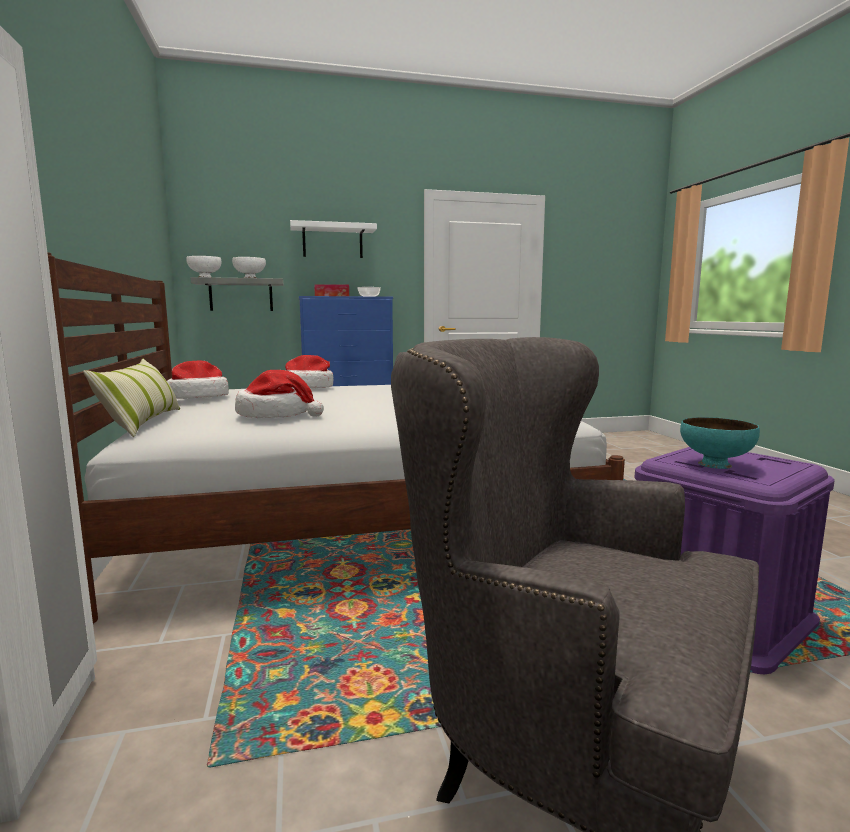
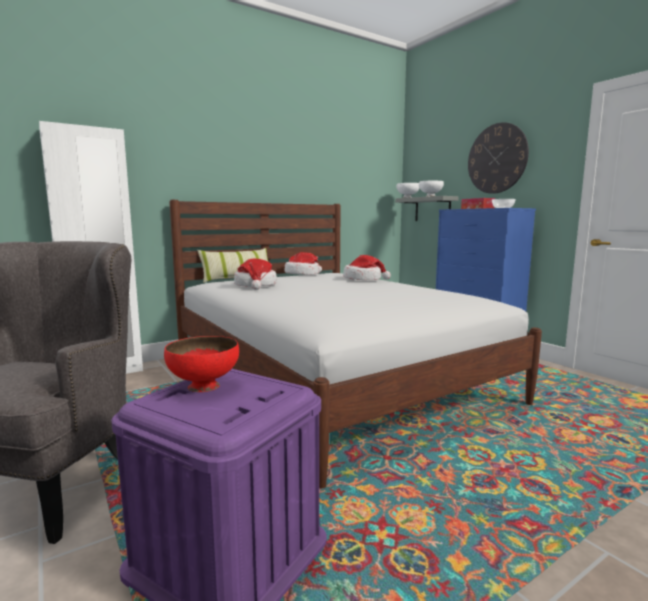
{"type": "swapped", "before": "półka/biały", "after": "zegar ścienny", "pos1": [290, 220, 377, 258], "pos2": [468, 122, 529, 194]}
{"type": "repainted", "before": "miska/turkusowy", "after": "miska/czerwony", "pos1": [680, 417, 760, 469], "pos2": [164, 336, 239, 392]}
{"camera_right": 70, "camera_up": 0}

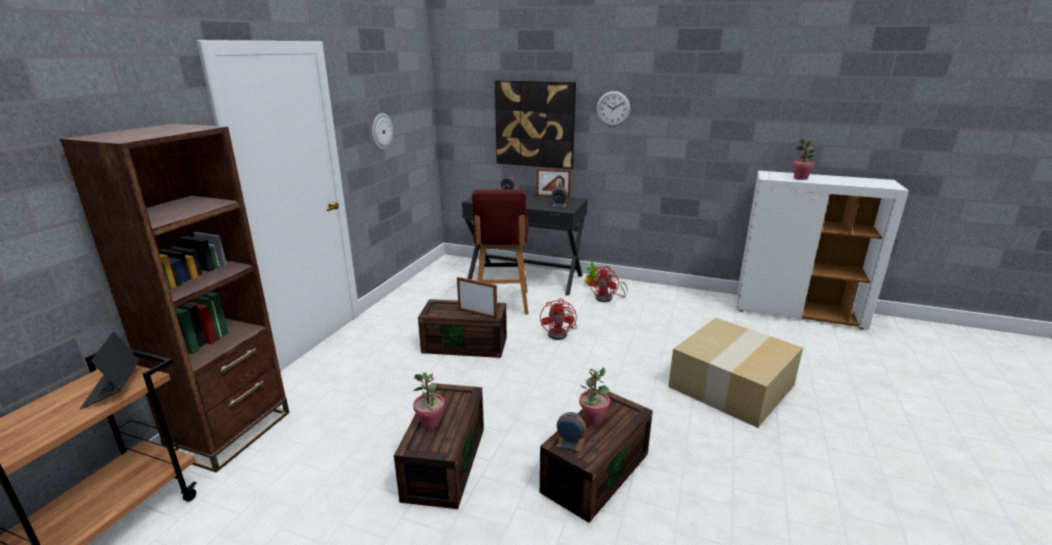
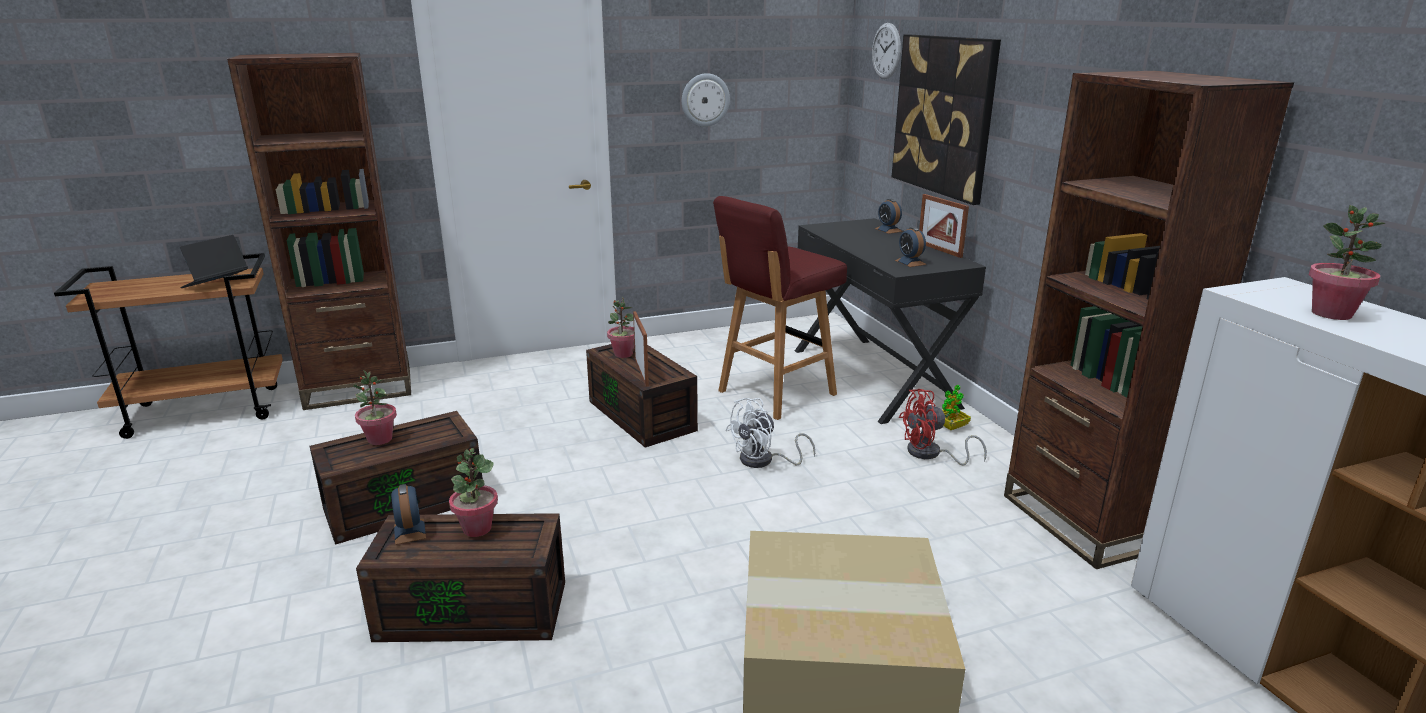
{"type": "shifted", "before": "zegar ścienny", "pos1": [596, 91, 630, 127], "pos2": [872, 23, 901, 79]}
{"type": "repainted", "before": "wentylator/czerwony", "after": "wentylator/biały", "pos1": [540, 298, 577, 340], "pos2": [725, 398, 815, 468]}
{"type": "new", "after": "regał/brązowy", "pos2": [1004, 71, 1294, 569]}
{"type": "new", "after": "roślina doniczkowa", "pos2": [607, 297, 634, 358]}
{"camera_right": 50, "camera_up": 0}

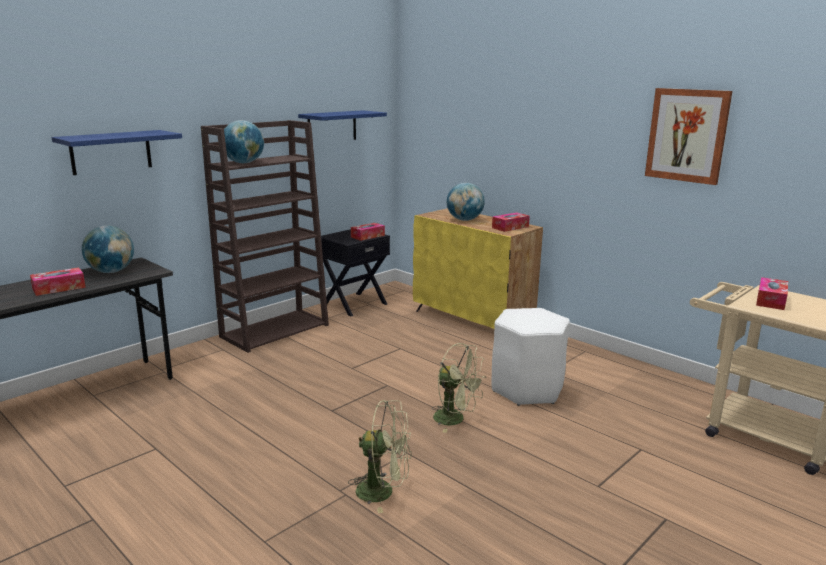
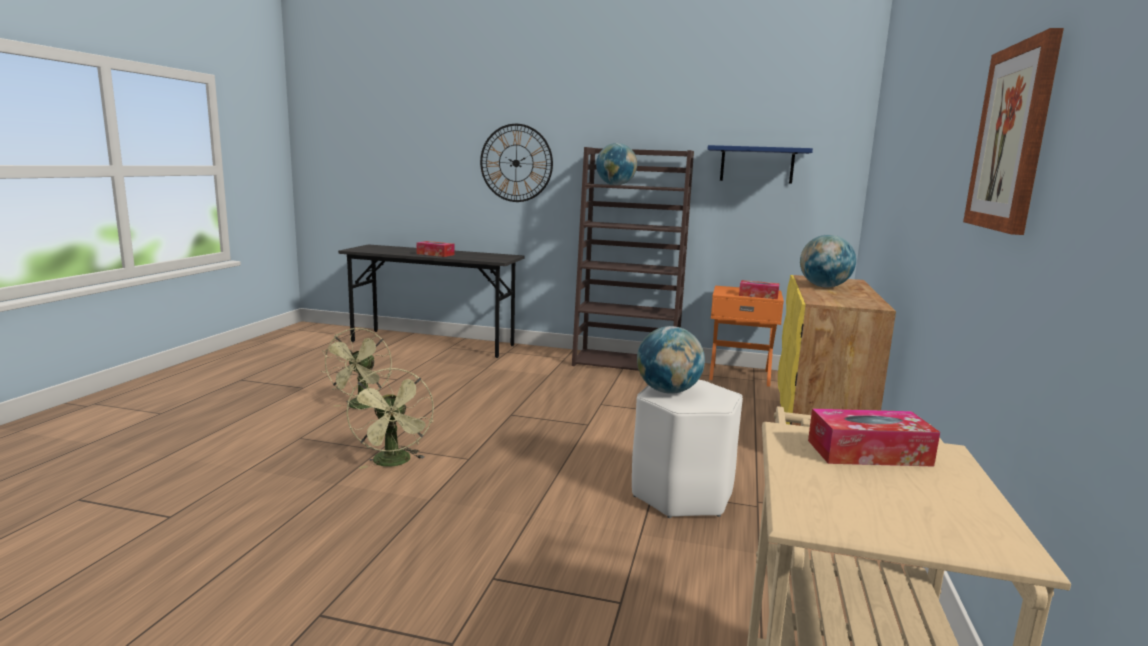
{"type": "swapped", "before": "półka/niebieski", "after": "zegar ścienny", "pos1": [52, 130, 182, 175], "pos2": [480, 124, 553, 202]}
{"type": "gone", "before": "pudełko chusteczek", "pos1": [492, 212, 530, 232]}
{"type": "shifted", "before": "globus", "pos1": [82, 225, 134, 273], "pos2": [637, 326, 705, 394]}
{"type": "repainted", "before": "szafka nocna/czarny", "after": "szafka nocna/pomarańczowy", "pos1": [321, 229, 390, 316], "pos2": [709, 286, 784, 387]}
{"type": "shifted", "before": "wentylator/zielony", "pos1": [432, 343, 486, 433], "pos2": [321, 328, 392, 409]}
{"camera_right": 60, "camera_up": -5}

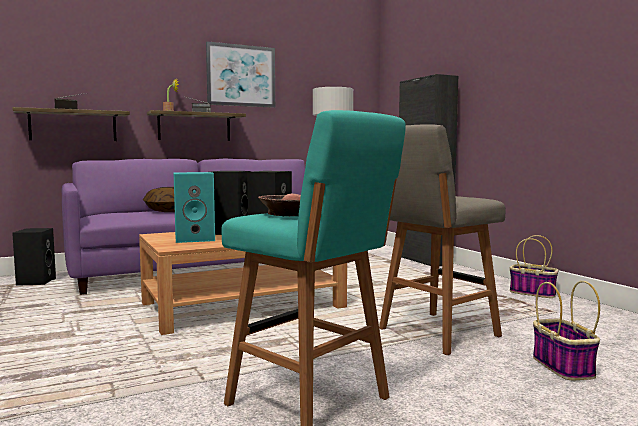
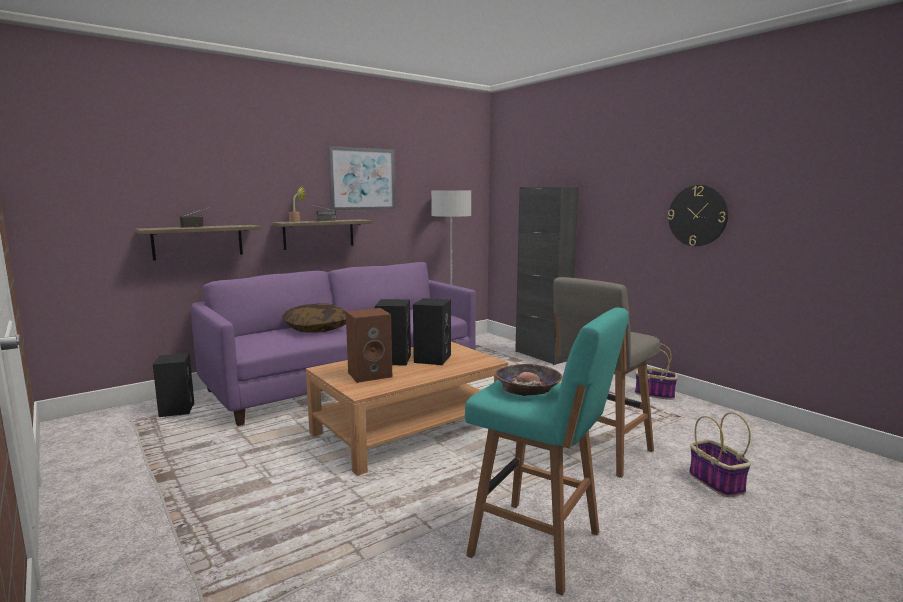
{"type": "repainted", "before": "głośnik/turkusowy", "after": "głośnik/brązowy", "pos1": [173, 172, 215, 243], "pos2": [346, 308, 392, 383]}
{"type": "new", "after": "zegar ścienny", "pos2": [668, 185, 728, 246]}
{"camera_right": -10, "camera_up": 5}

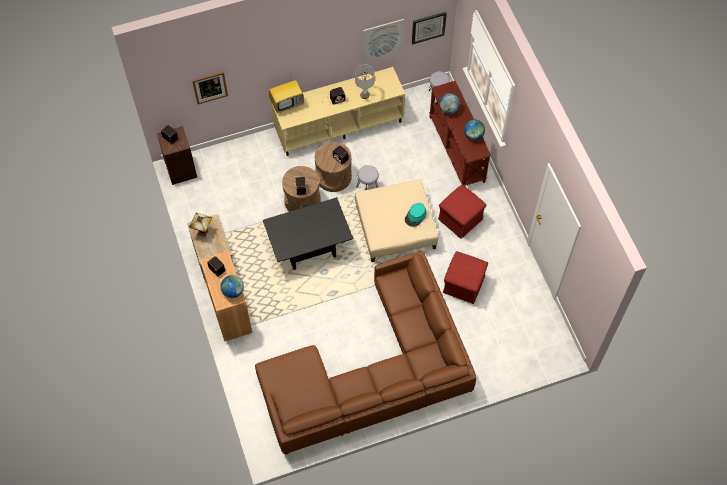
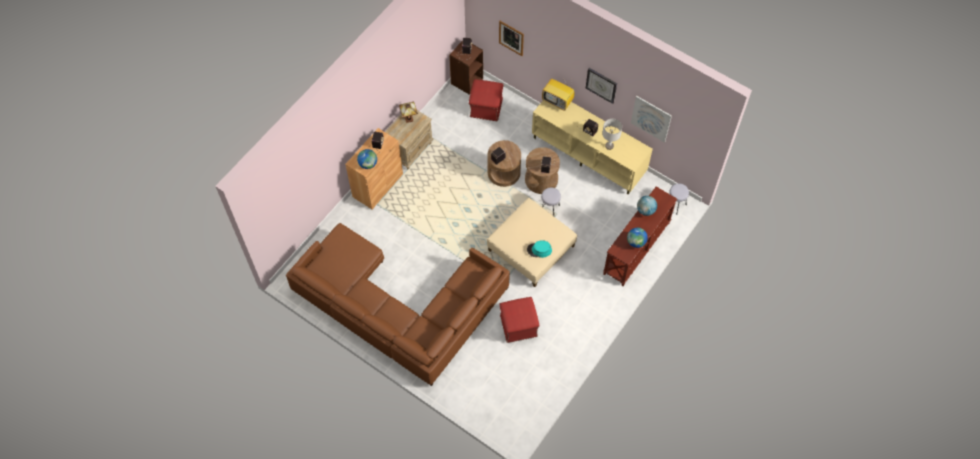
{"type": "shifted", "before": "zegar ścienny", "pos1": [412, 12, 447, 44], "pos2": [586, 68, 617, 104]}
{"type": "shifted", "before": "pufa/czerwony", "pos1": [438, 185, 486, 239], "pos2": [469, 79, 503, 121]}
{"type": "gone", "before": "ława/czarny", "pos1": [263, 197, 353, 270]}
{"camera_right": 55, "camera_up": 0}

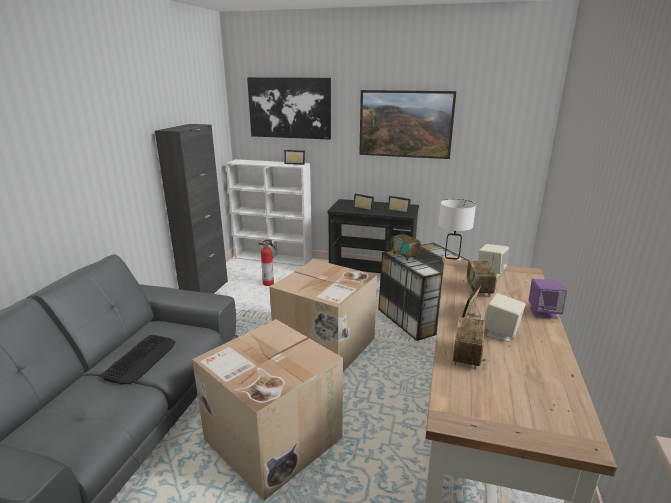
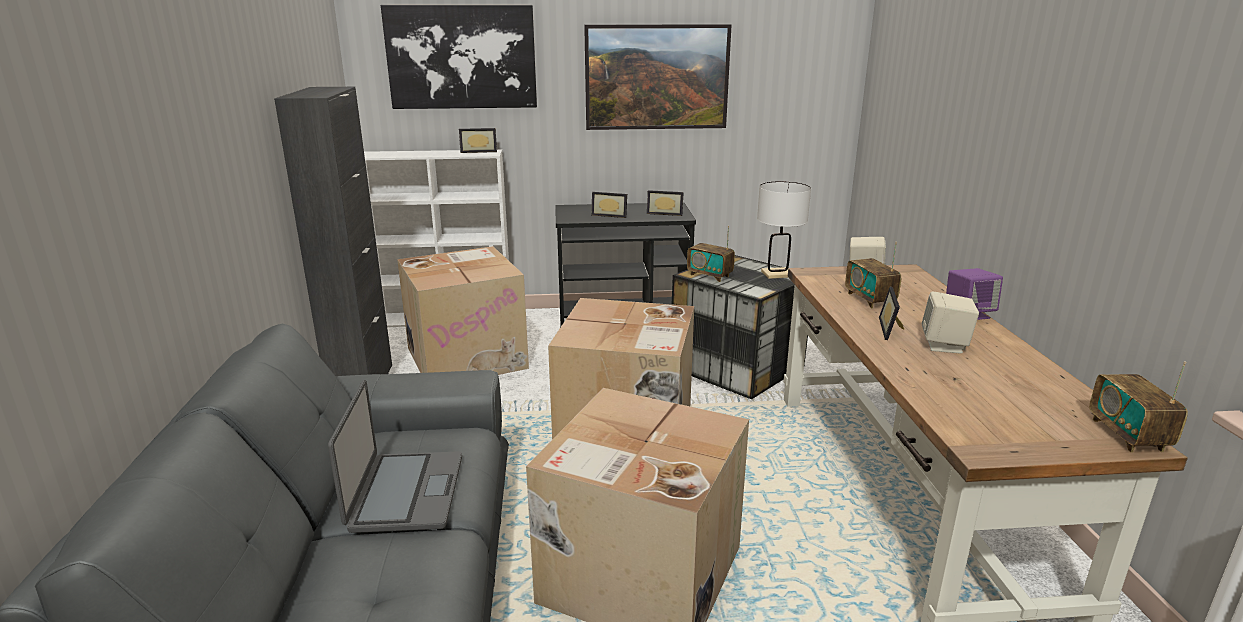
{"type": "swapped", "before": "gaśnica", "after": "karton", "pos1": [259, 240, 275, 286], "pos2": [397, 246, 529, 375]}
{"type": "shifted", "before": "radio", "pos1": [453, 314, 485, 370], "pos2": [1089, 361, 1188, 453]}
{"type": "swapped", "before": "klawiatura", "after": "laptop", "pos1": [102, 335, 176, 384], "pos2": [328, 380, 462, 533]}
{"camera_right": -20, "camera_up": 0}

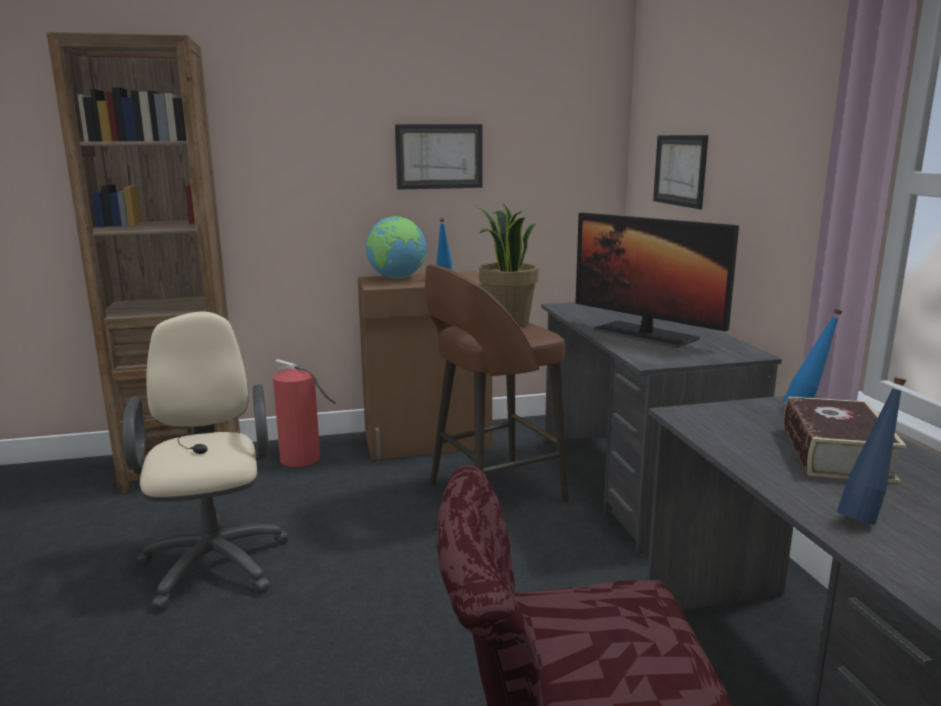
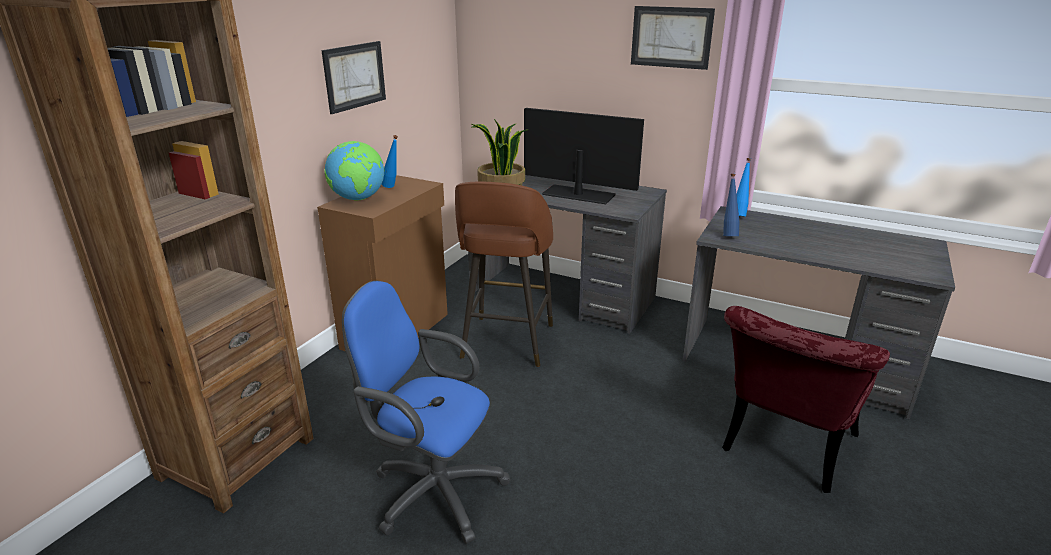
{"type": "shifted", "before": "obraz", "pos1": [653, 135, 708, 209], "pos2": [631, 6, 715, 70]}
{"type": "rotated", "before": "monitor", "pos1": [575, 213, 739, 348], "pos2": [524, 108, 644, 204], "turn": -150}
{"type": "repainted", "before": "krzesło biurowe/beżowy", "after": "krzesło biurowe/niebieski", "pos1": [122, 312, 289, 610], "pos2": [342, 280, 510, 544]}
{"type": "gone", "before": "gaśnica", "pos1": [273, 359, 336, 467]}
{"type": "shifted", "before": "butelka/niebieski", "pos1": [837, 377, 906, 525], "pos2": [723, 174, 739, 236]}
{"type": "gone", "before": "książka", "pos1": [784, 397, 907, 483]}
{"camera_right": -50, "camera_up": 10}

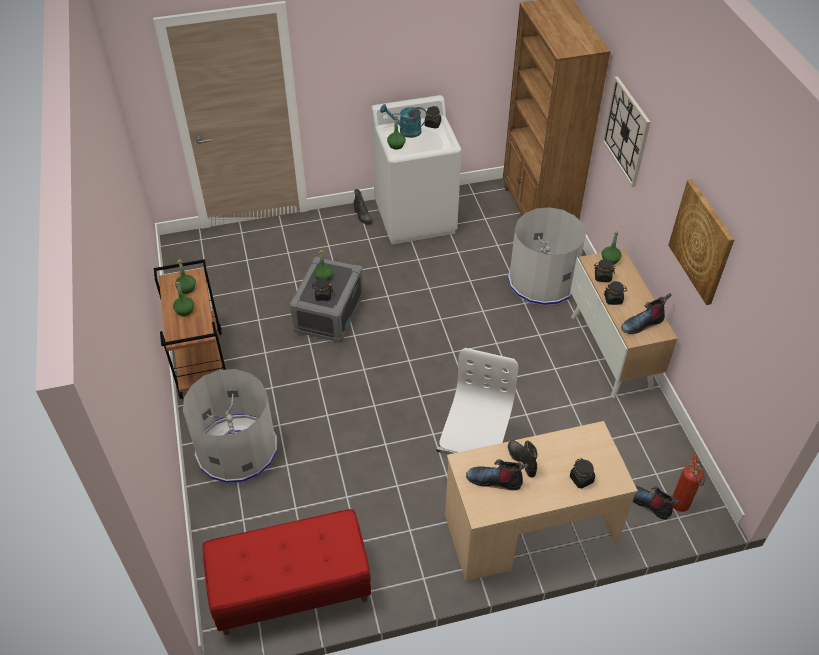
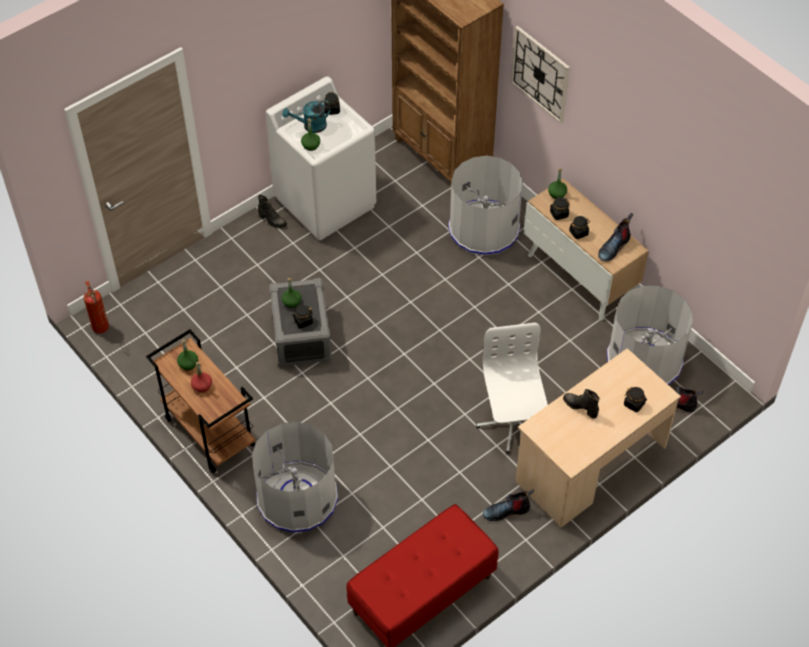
{"type": "gone", "before": "obraz", "pos1": [668, 180, 735, 305]}
{"type": "repainted", "before": "butelka/zielony", "after": "butelka/czerwony", "pos1": [173, 282, 194, 316], "pos2": [191, 362, 212, 393]}
{"type": "shifted", "before": "gaśnica", "pos1": [672, 454, 705, 512], "pos2": [84, 281, 109, 333]}
{"type": "shifted", "before": "but z cholewką", "pos1": [466, 459, 529, 490], "pos2": [483, 490, 534, 521]}
{"type": "new", "after": "kosz na śmieci/szary", "pos2": [607, 285, 693, 385]}
{"camera_right": -25, "camera_up": 5}

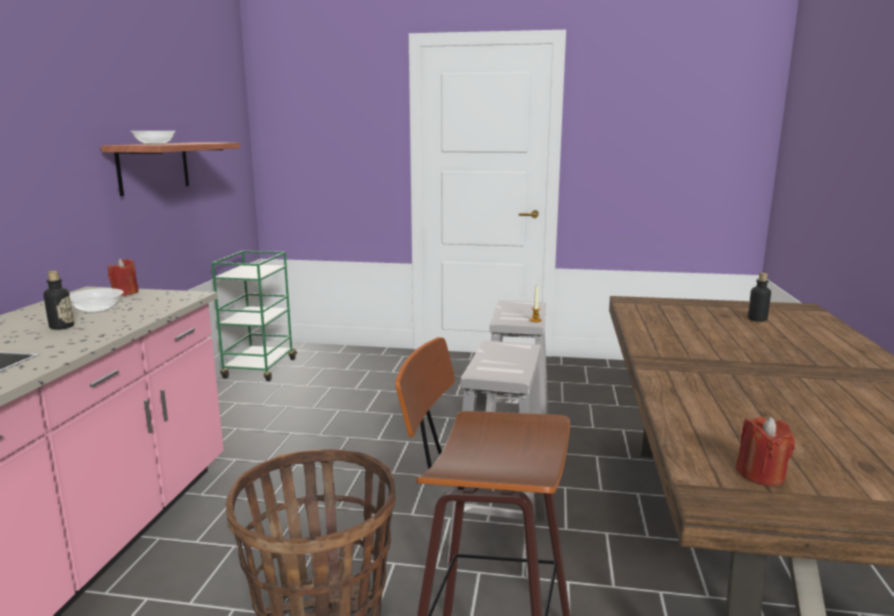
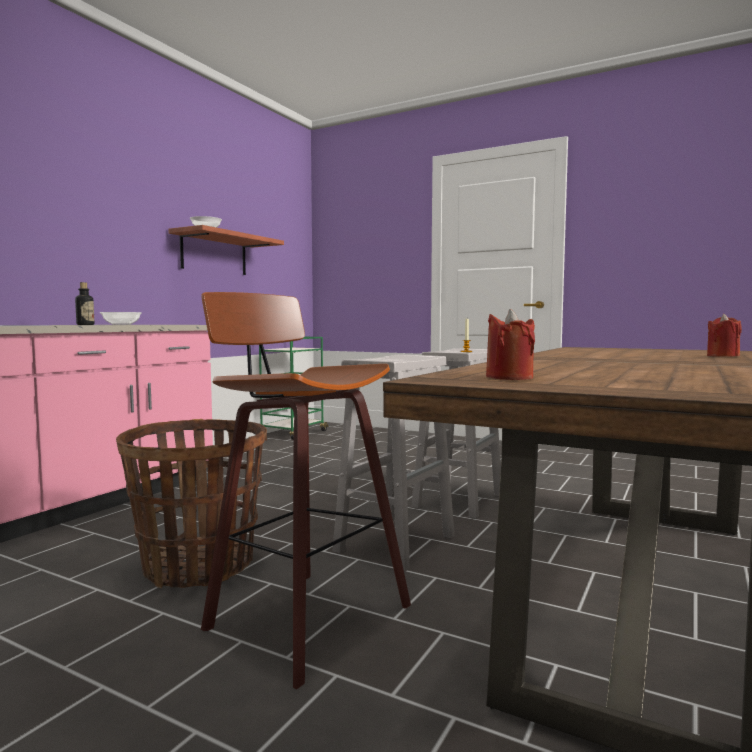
{"type": "shifted", "before": "świeca/czerwony", "pos1": [108, 259, 139, 296], "pos2": [707, 314, 742, 357]}
{"type": "gone", "before": "butelka", "pos1": [748, 273, 771, 322]}
{"camera_right": 20, "camera_up": -10}

